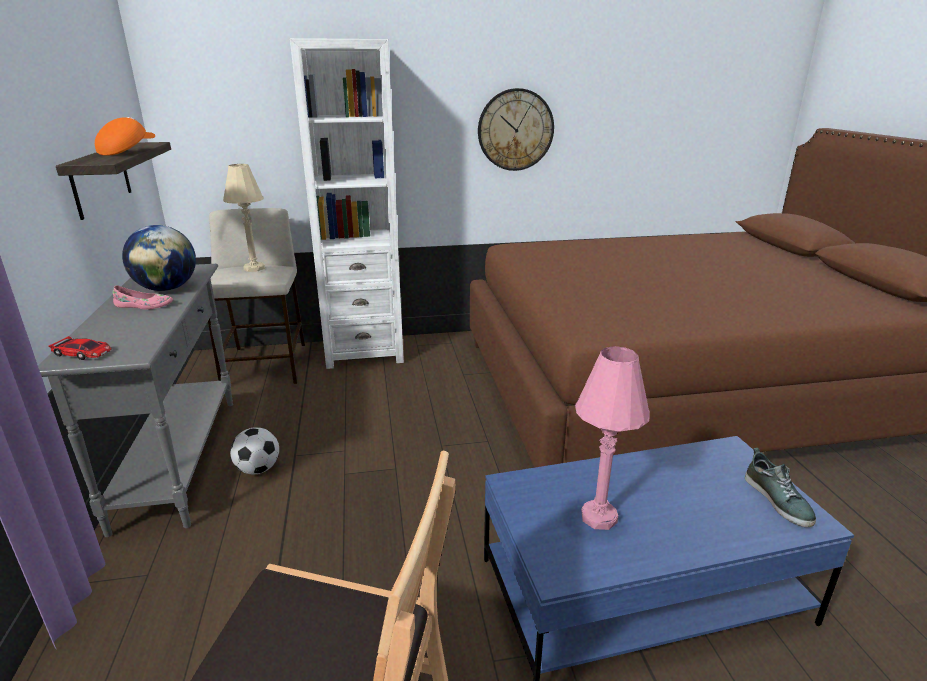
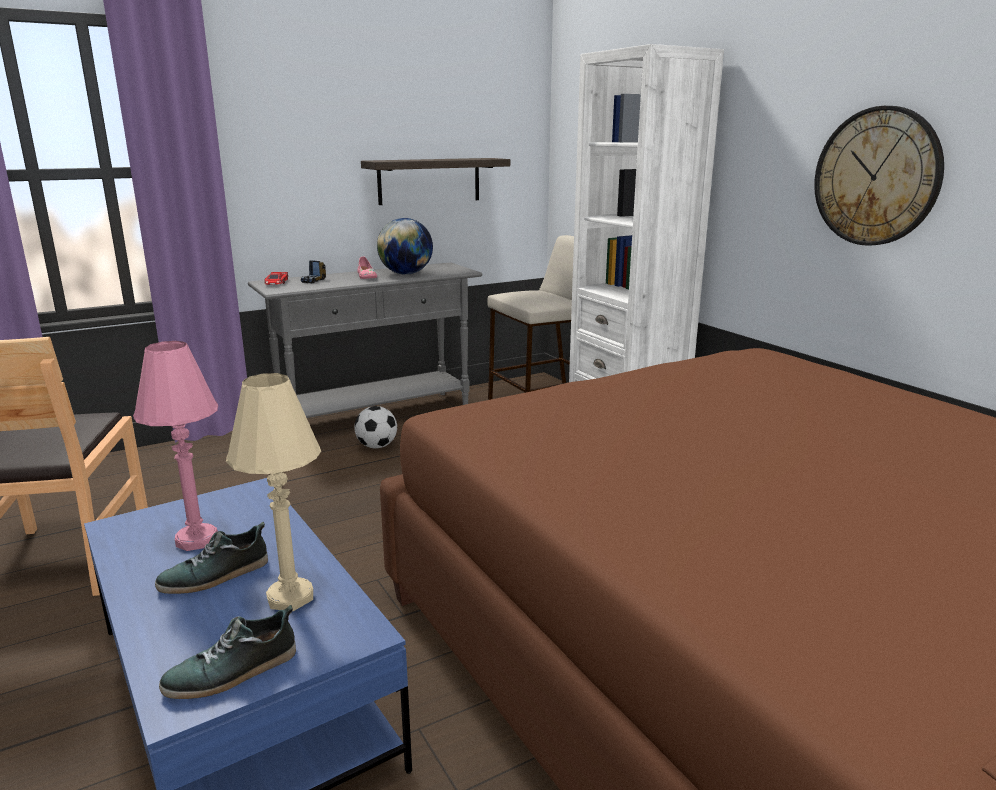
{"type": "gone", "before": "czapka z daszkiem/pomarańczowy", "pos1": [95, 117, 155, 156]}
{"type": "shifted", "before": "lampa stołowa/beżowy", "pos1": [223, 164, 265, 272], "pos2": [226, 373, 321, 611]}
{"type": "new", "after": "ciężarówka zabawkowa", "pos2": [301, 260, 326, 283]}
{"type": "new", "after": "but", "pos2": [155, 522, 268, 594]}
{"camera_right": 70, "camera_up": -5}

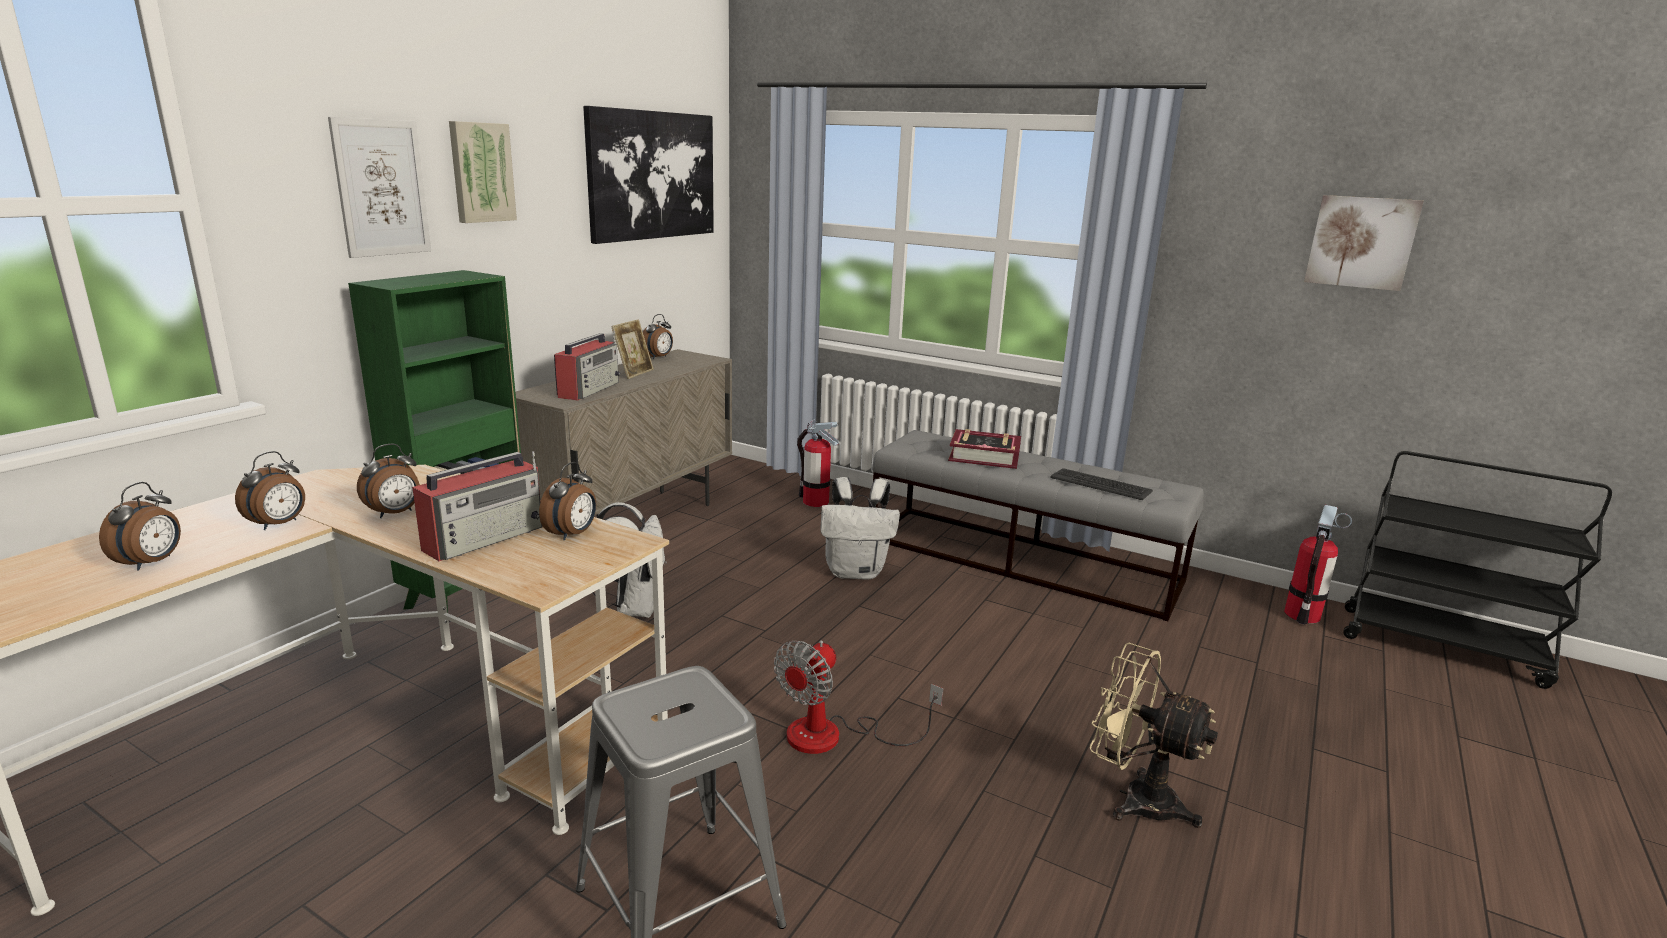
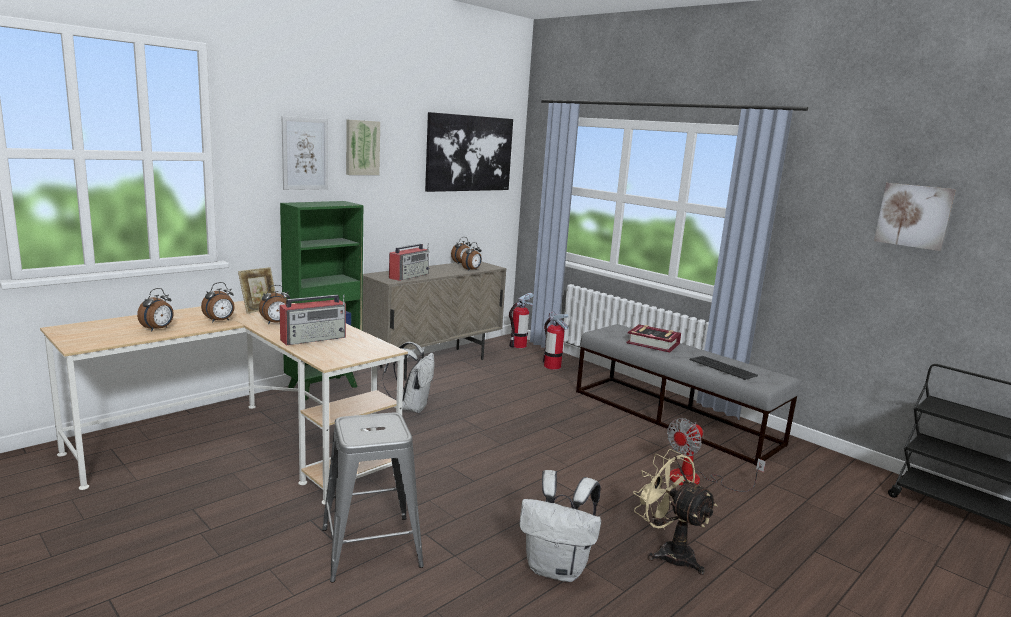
{"type": "shifted", "before": "ramka na zdjęcie", "pos1": [611, 319, 654, 379], "pos2": [238, 267, 275, 314]}
{"type": "shifted", "before": "budzik", "pos1": [539, 462, 596, 541], "pos2": [461, 242, 482, 271]}
{"type": "shifted", "before": "plecak/biały", "pos1": [821, 477, 900, 580], "pos2": [519, 470, 601, 582]}
{"type": "shifted", "before": "gaśnica", "pos1": [1284, 505, 1352, 625], "pos2": [509, 292, 533, 348]}
{"type": "shifted", "before": "wentylator", "pos1": [774, 641, 944, 754], "pos2": [667, 418, 766, 492]}
{"camera_right": 15, "camera_up": -5}

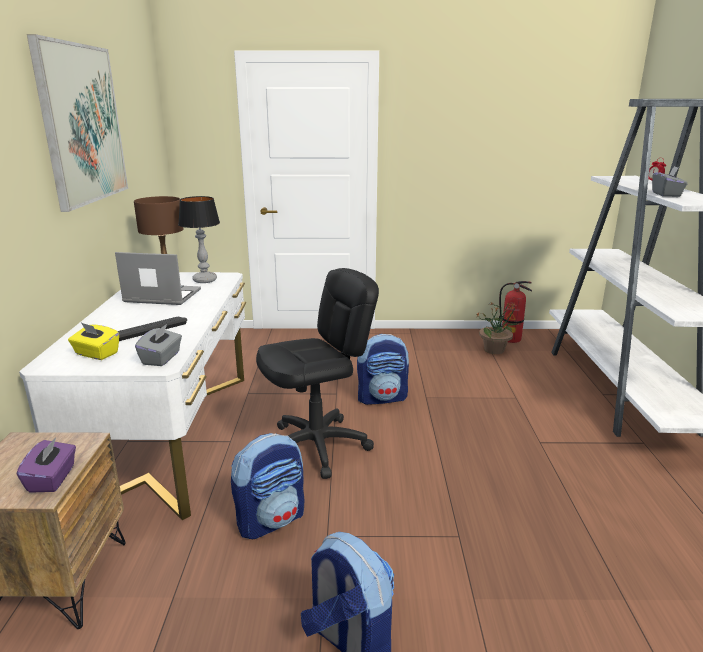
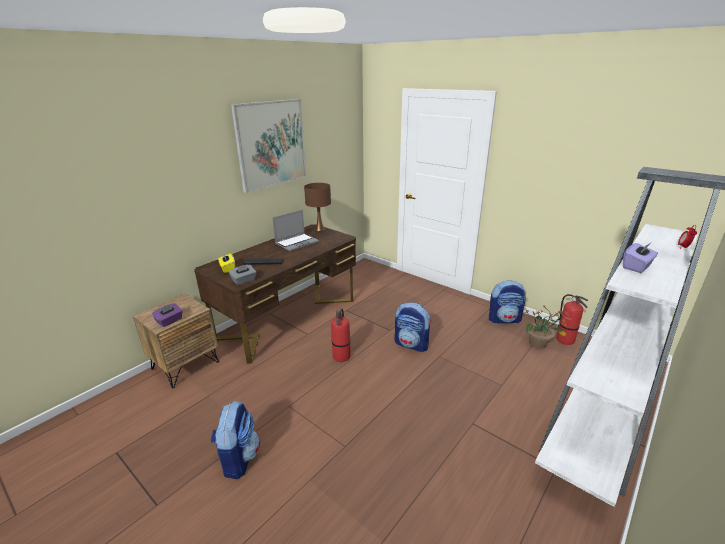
{"type": "repainted", "before": "pudełko chusteczek/szary", "after": "pudełko chusteczek/fioletowy", "pos1": [652, 166, 688, 197], "pos2": [623, 242, 658, 273]}
{"type": "gone", "before": "lampa stołowa", "pos1": [178, 196, 220, 283]}
{"type": "rotated", "before": "laptop", "pos1": [115, 252, 201, 305], "pos2": [273, 210, 319, 252], "turn": 90}
{"type": "swapped", "before": "krzesło biurowe/czarny", "after": "gaśnica", "pos1": [256, 268, 379, 479], "pos2": [331, 309, 351, 362]}
{"type": "repainted", "before": "biurko/biały", "after": "biurko/brązowy", "pos1": [19, 272, 246, 520], "pos2": [194, 224, 356, 364]}
{"type": "shifted", "before": "plecak", "pos1": [231, 433, 304, 539], "pos2": [489, 280, 526, 324]}
{"camera_right": 40, "camera_up": 5}

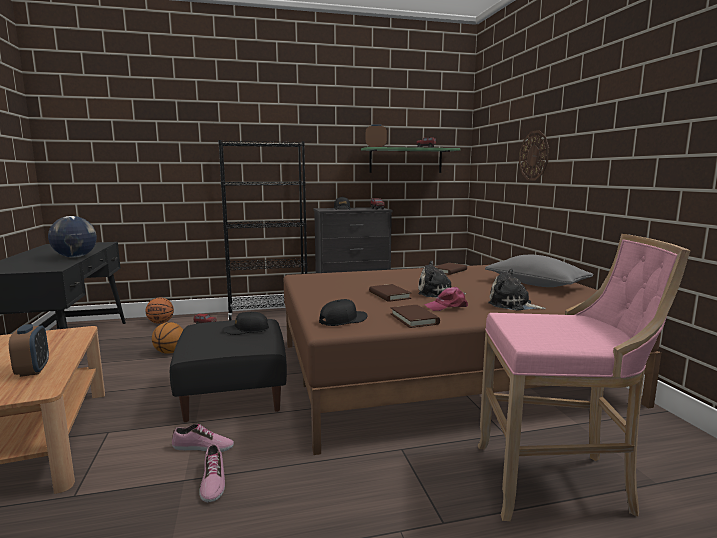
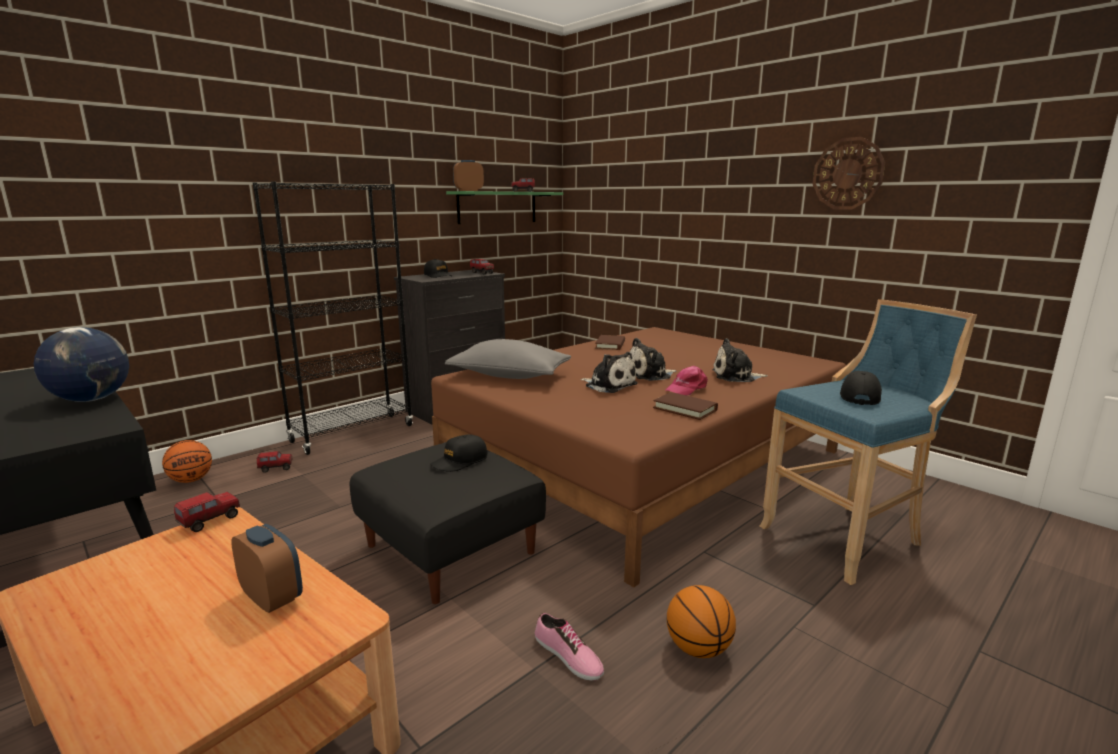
{"type": "shifted", "before": "zegar ścienny", "pos1": [519, 130, 549, 181], "pos2": [813, 137, 885, 210]}
{"type": "repainted", "before": "stołek/różowy", "after": "stołek/niebieski", "pos1": [478, 234, 690, 521], "pos2": [760, 299, 977, 585]}
{"type": "shifted", "before": "poduszka/szary", "pos1": [485, 255, 594, 287], "pos2": [445, 339, 571, 379]}
{"type": "swapped", "before": "książka/brązowy", "after": "pluszak", "pos1": [369, 284, 411, 302], "pos2": [580, 352, 638, 393]}
{"type": "shifted", "before": "czapka z daszkiem/czarny", "pos1": [319, 299, 368, 326], "pos2": [840, 371, 882, 405]}
{"type": "shifted", "before": "piłka do koszykówki", "pos1": [152, 322, 183, 354], "pos2": [667, 585, 736, 658]}
{"type": "gone", "before": "but", "pos1": [172, 424, 234, 452]}
{"type": "new", "after": "ciężarówka zabawkowa", "pos2": [174, 492, 240, 532]}
{"camera_right": -30, "camera_up": 5}

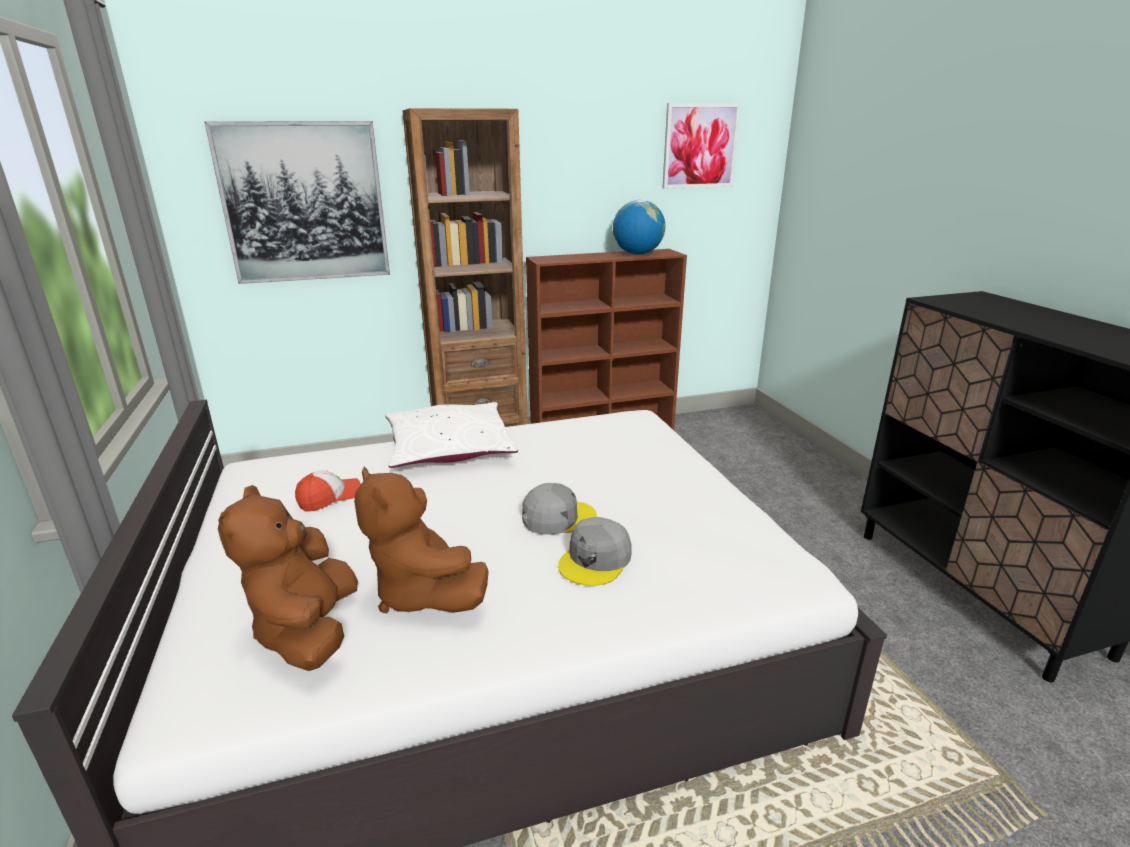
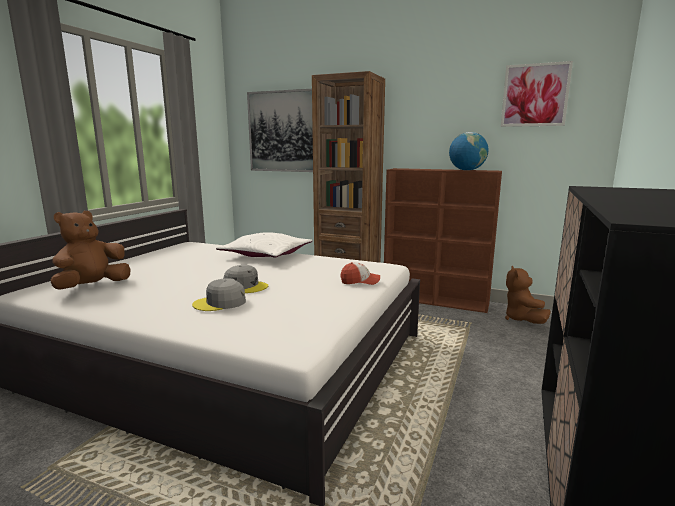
{"type": "shifted", "before": "pluszak/brązowy", "pos1": [354, 467, 489, 613], "pos2": [505, 266, 551, 324]}
{"type": "shifted", "before": "czapka z daszkiem", "pos1": [295, 470, 361, 511], "pos2": [341, 262, 380, 285]}
{"camera_right": 40, "camera_up": -10}

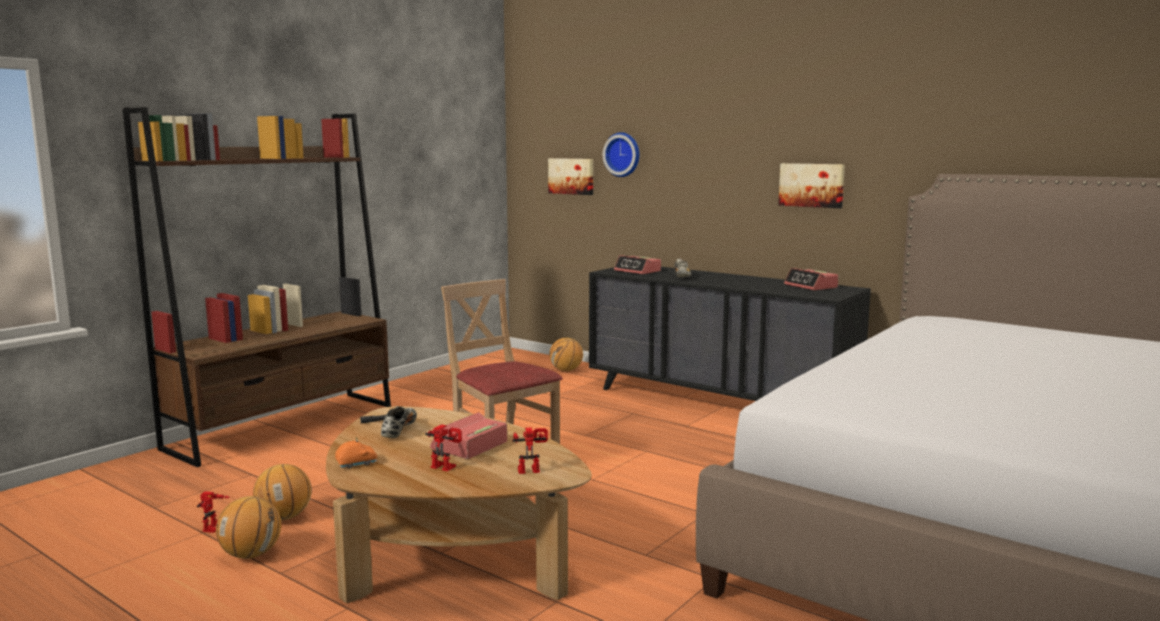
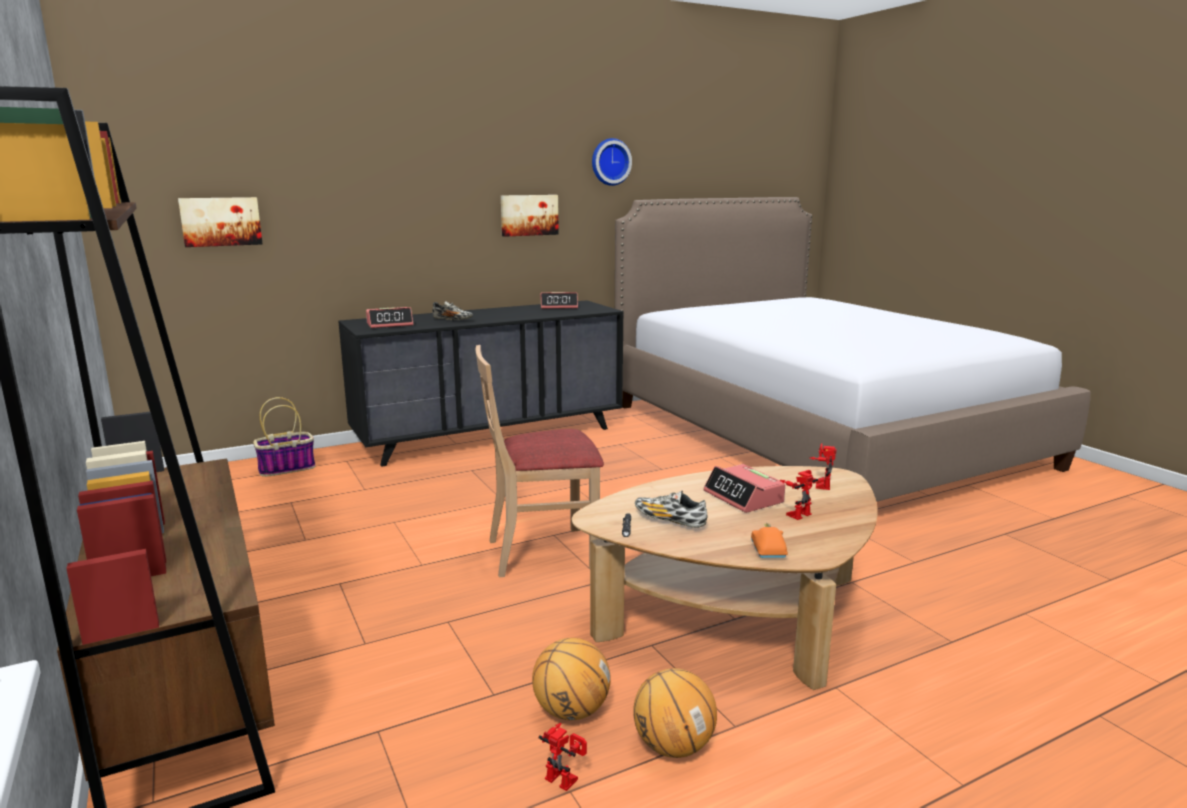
{"type": "shifted", "before": "zegar ścienny", "pos1": [603, 132, 640, 177], "pos2": [592, 138, 632, 186]}
{"type": "swapped", "before": "piłka do koszykówki", "after": "koszyk", "pos1": [549, 338, 583, 371], "pos2": [253, 397, 315, 477]}
{"camera_right": -65, "camera_up": 5}

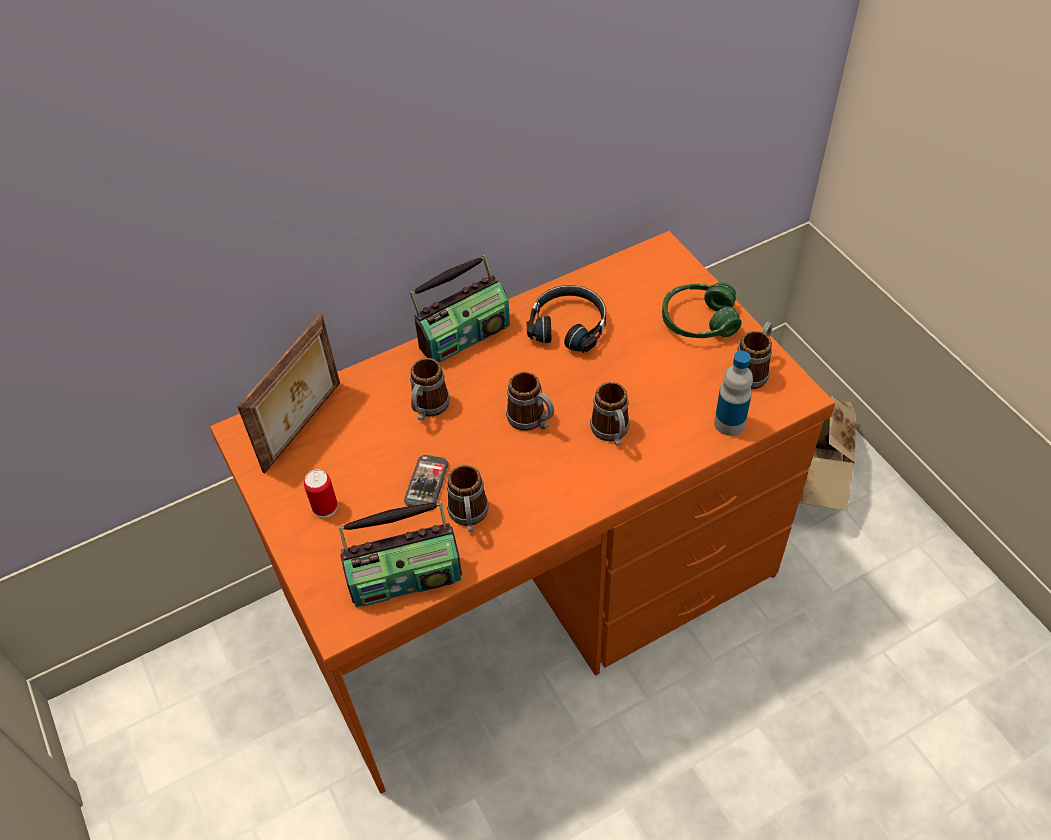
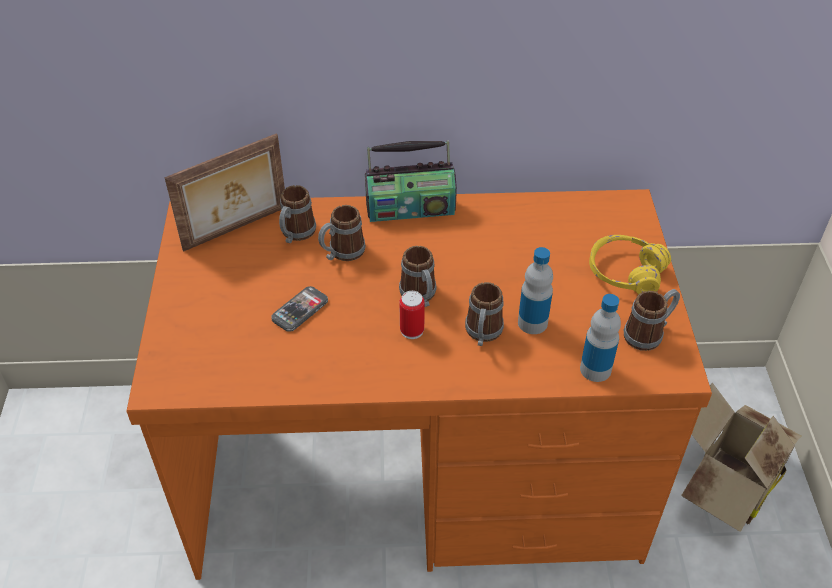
{"type": "repainted", "before": "słuchawki/zielony", "after": "słuchawki/żółty", "pos1": [662, 282, 742, 338], "pos2": [589, 235, 671, 294]}
{"type": "gone", "before": "słuchawki/czarny", "pos1": [526, 285, 606, 353]}
{"type": "shifted", "before": "kubek", "pos1": [447, 465, 489, 532], "pos2": [279, 185, 316, 243]}
{"type": "shifted", "before": "puszka", "pos1": [304, 469, 338, 518], "pos2": [399, 291, 425, 339]}
{"type": "gone", "before": "radio", "pos1": [338, 501, 462, 607]}
{"type": "new", "after": "butelka", "pos2": [518, 247, 553, 334]}
{"camera_right": 25, "camera_up": -5}

